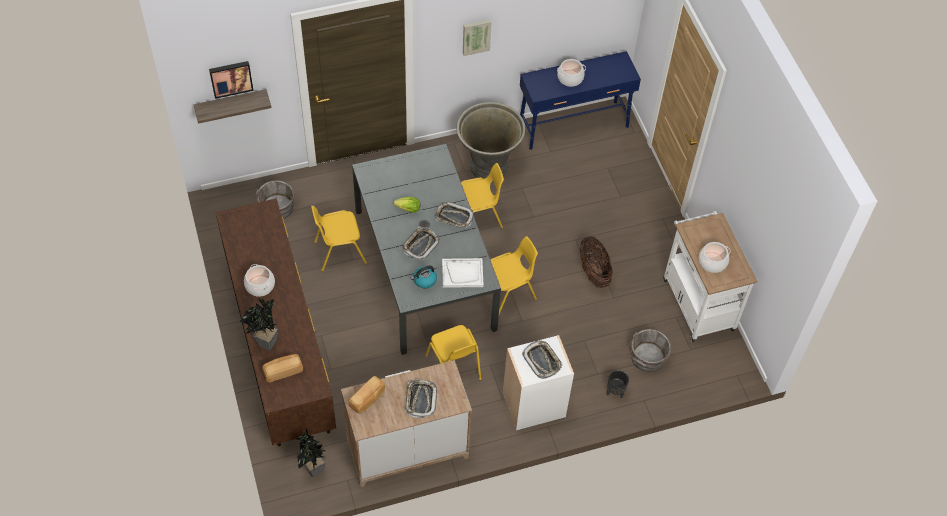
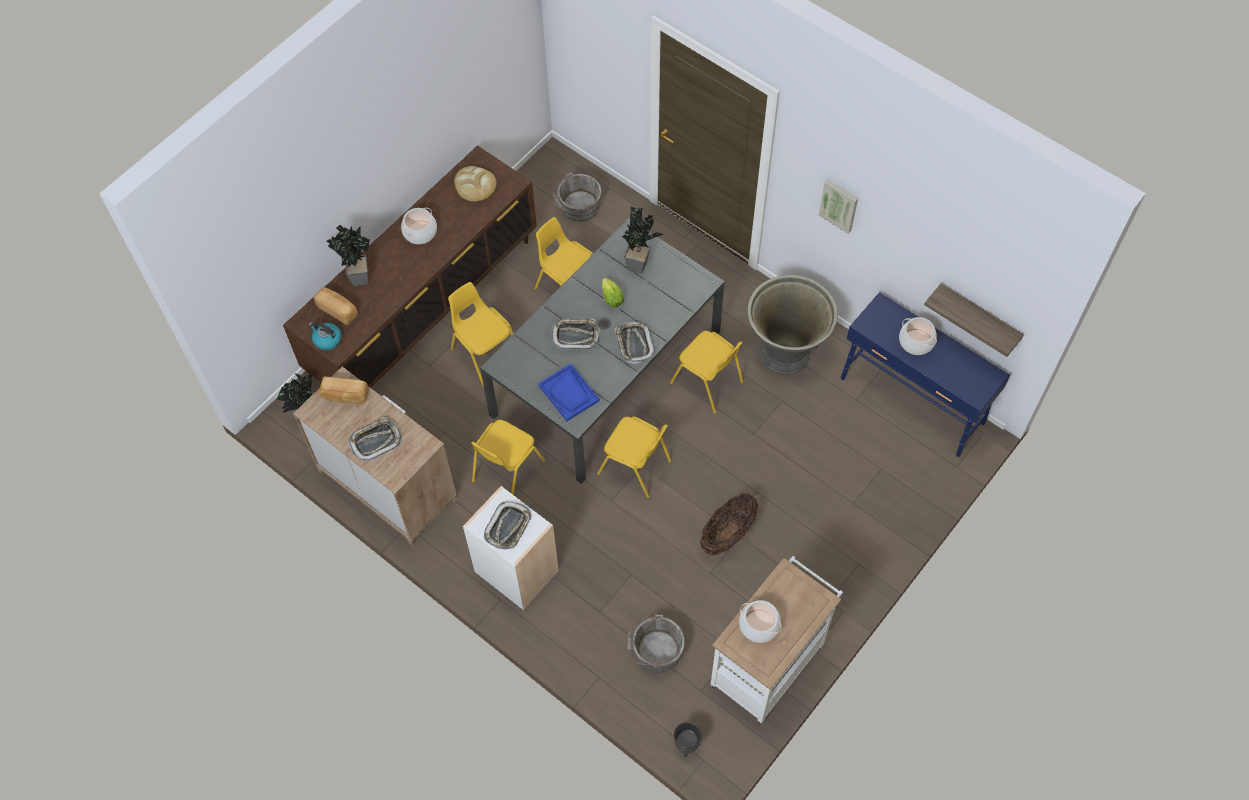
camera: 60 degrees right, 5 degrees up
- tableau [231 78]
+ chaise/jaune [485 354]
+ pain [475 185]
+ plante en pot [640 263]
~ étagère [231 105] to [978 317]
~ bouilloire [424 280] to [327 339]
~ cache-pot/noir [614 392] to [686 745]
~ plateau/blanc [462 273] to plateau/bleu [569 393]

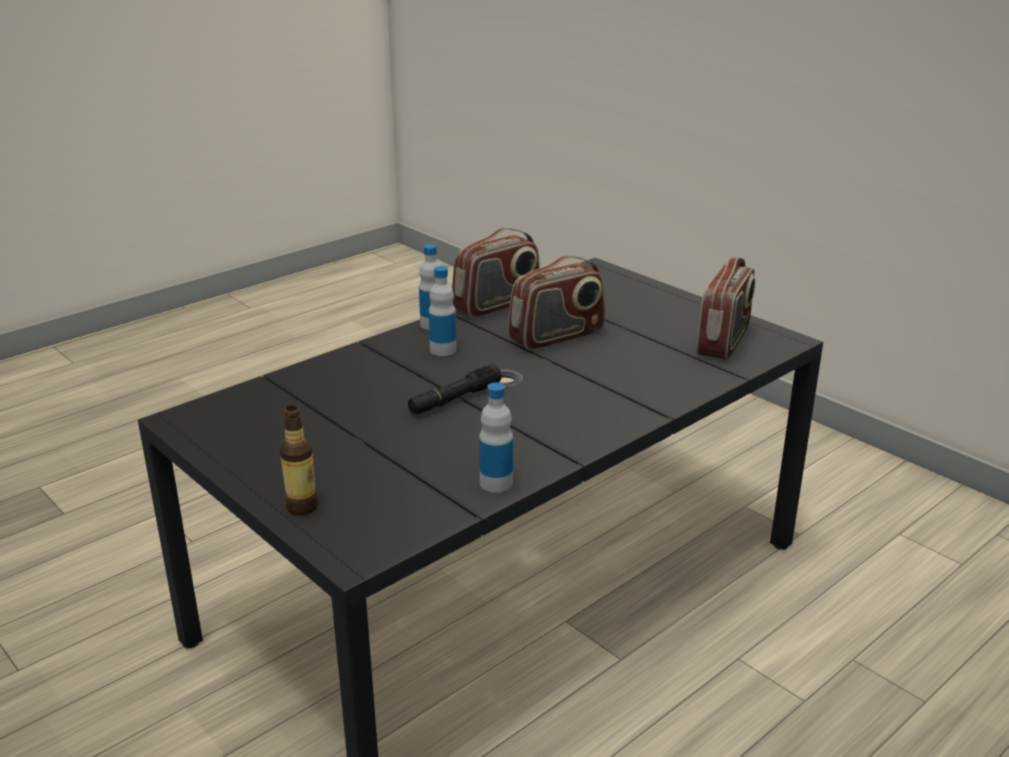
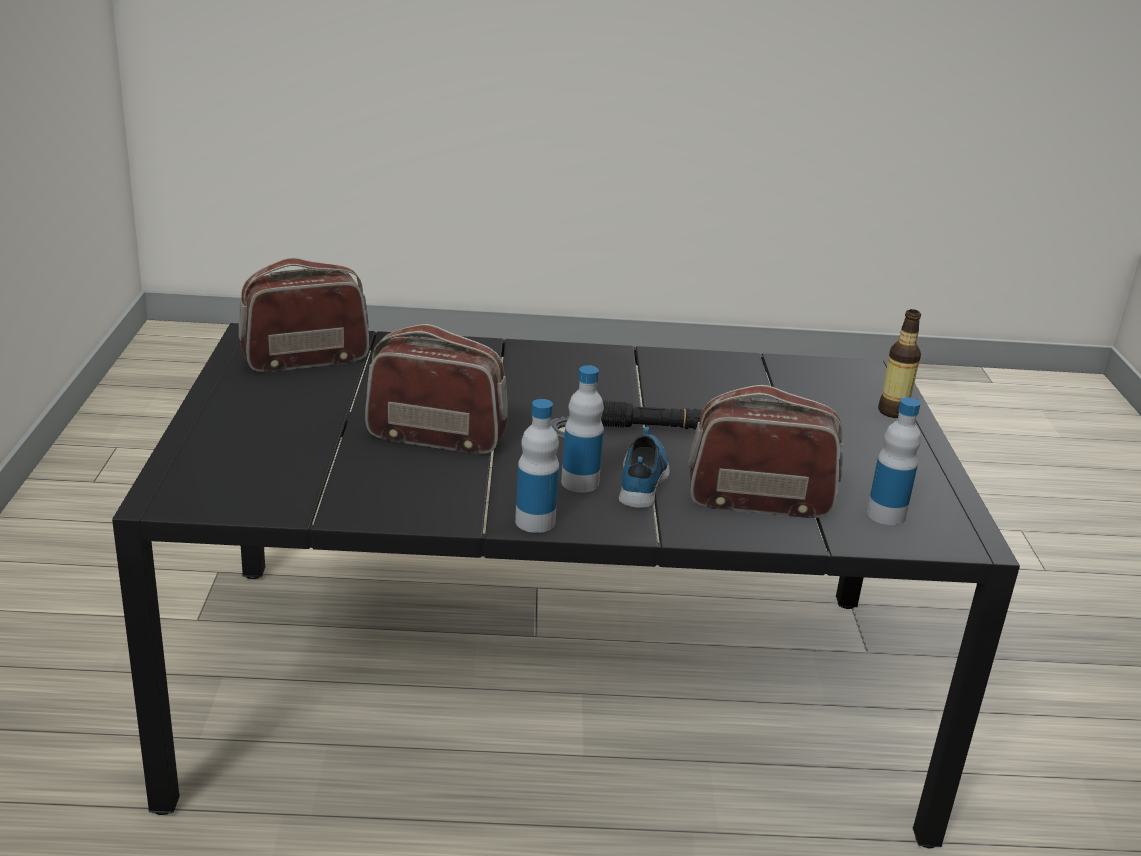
camera: 140 degrees left, 0 degrees up
+ chaussure [644 478]
~ radio [497 305] to [759 501]
~ bouteille [496 483] to [886 515]

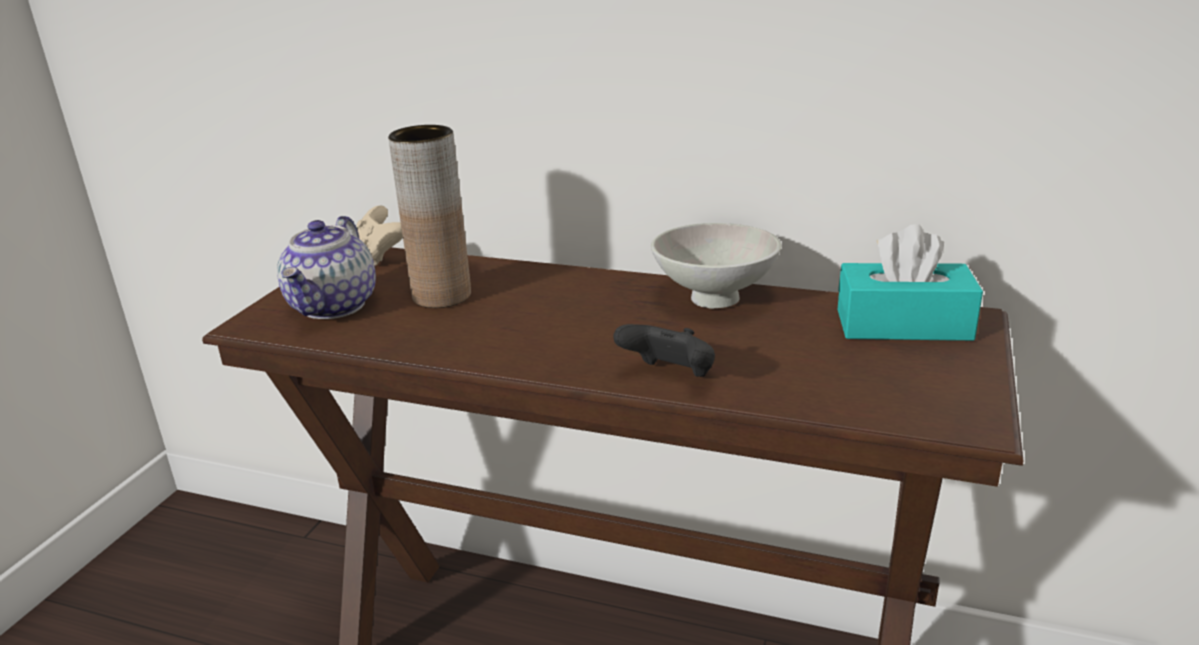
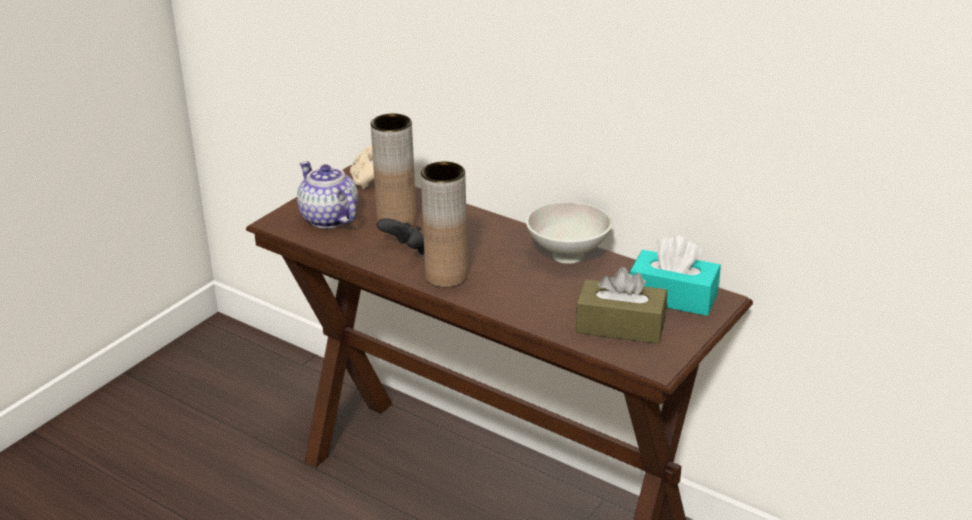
camera: 15 degrees right, 5 degrees up
+ vase/marron [446 276]
+ boîte à mouchoirs/marron [620 326]
~ manette/noir [669 377] to [407 251]
~ théière [334 306] = [328 218] 120 degrees clockwise

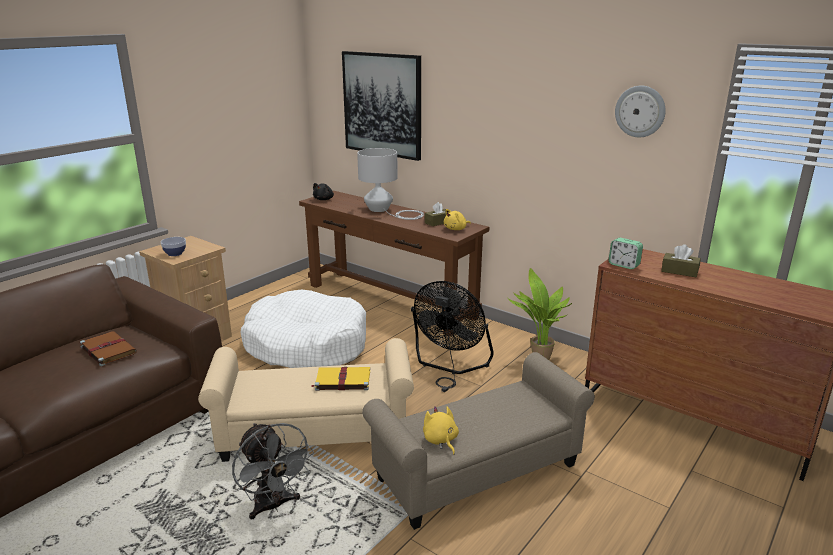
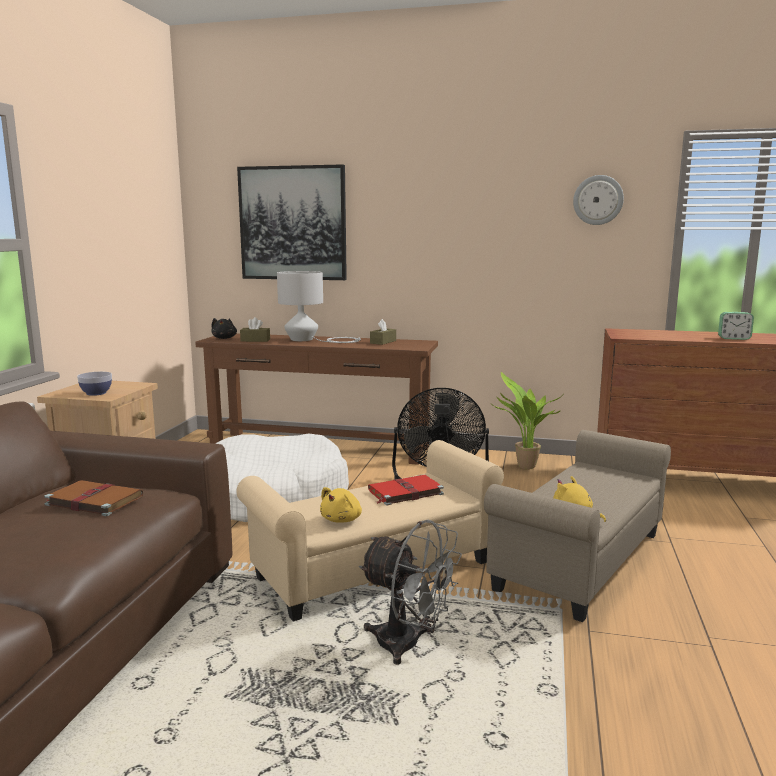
camera: 25 degrees left, 10 degrees down
~ peluche/jaune [456 229] to [342 519]
~ réveil [624 265] to [734 338]
~ boîte à mouchoirs/marron [679 271] to [255 340]
~ livre/jaune [342 380] to livre/rouge [404 492]

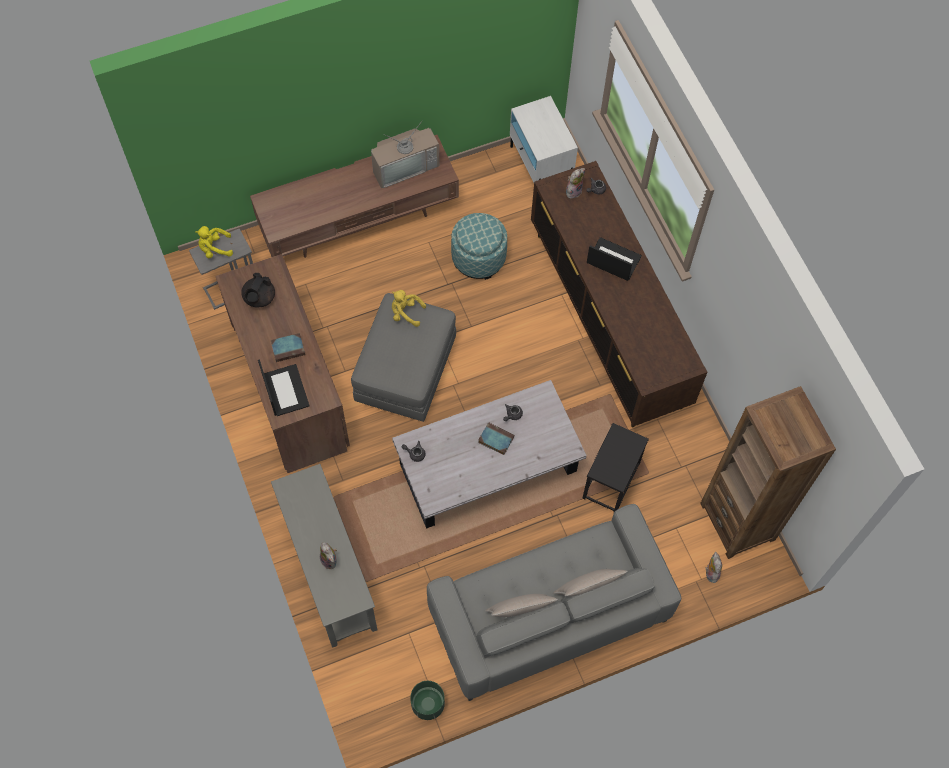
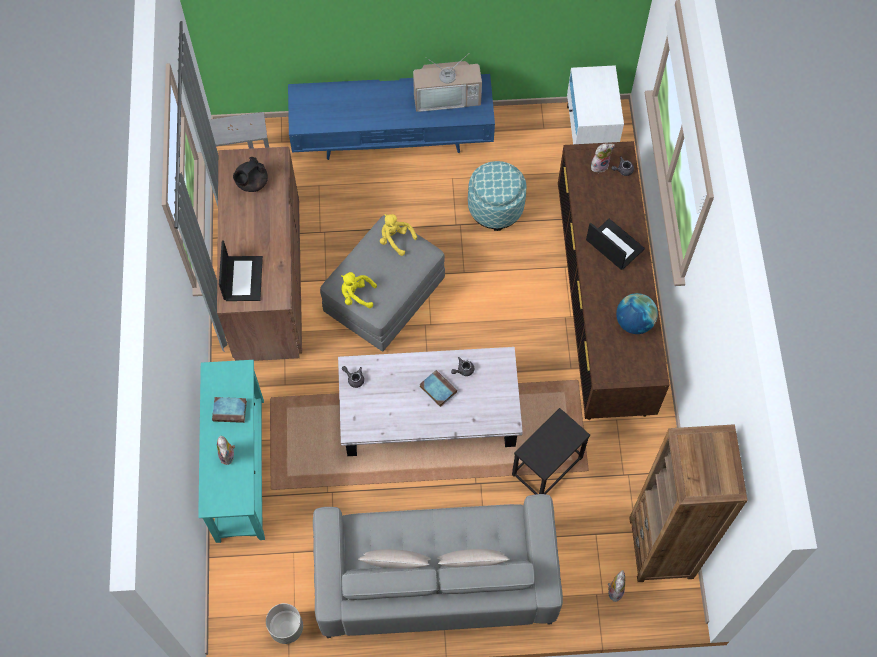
camera: 20 degrees right, 0 degrees up
+ globe [634 322]
~ peluche/jaune [214 248] to [356 295]
~ livre [289 348] to [230 410]
~ meuble télé/marron [358 218] to meuble télé/bleu [392 136]
~ table console/gris [329 572] to table console/turquoise [240 469]
~ cache-pot/vert [427 704] to cache-pot/gris [286 628]

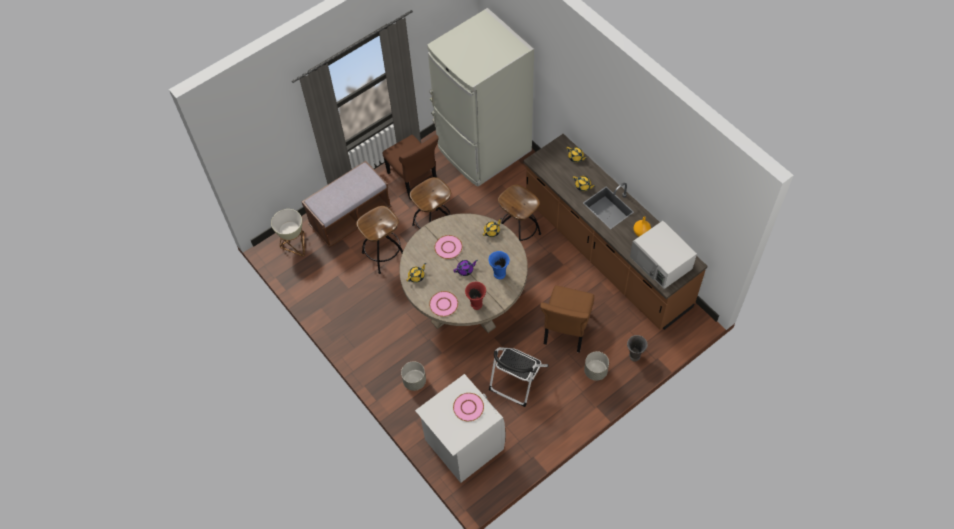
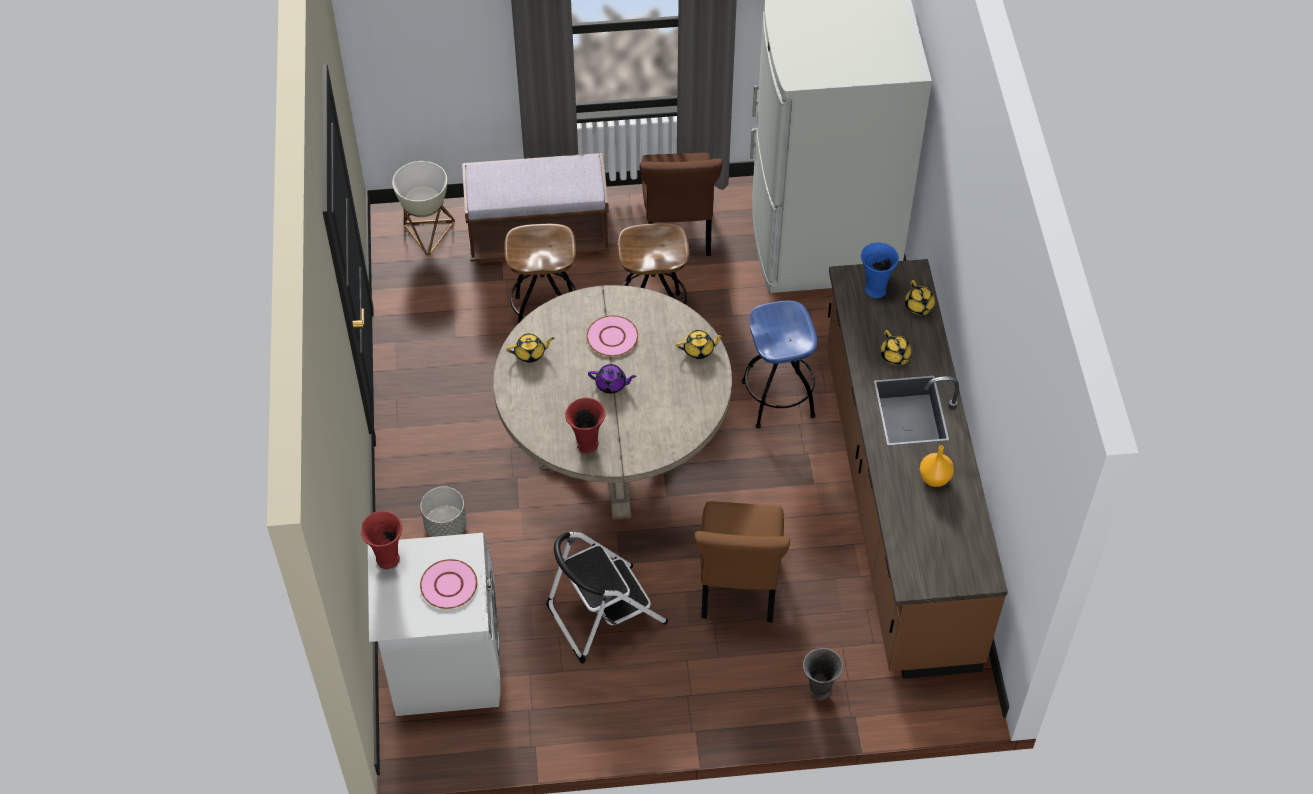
camera: 30 degrees right, 5 degrees down
- assiette/rose [444 304]
- cache-pot/gris [595 371]
- micro-ondes/blanc [661 262]
+ vase/rouge [387 558]
~ vase/bleu [499 274] to [874 289]
~ tabouret/marron [519 234] to tabouret/bleu [778 399]
~ chaise/marron [566 330] = [738 586] 45 degrees counterclockwise

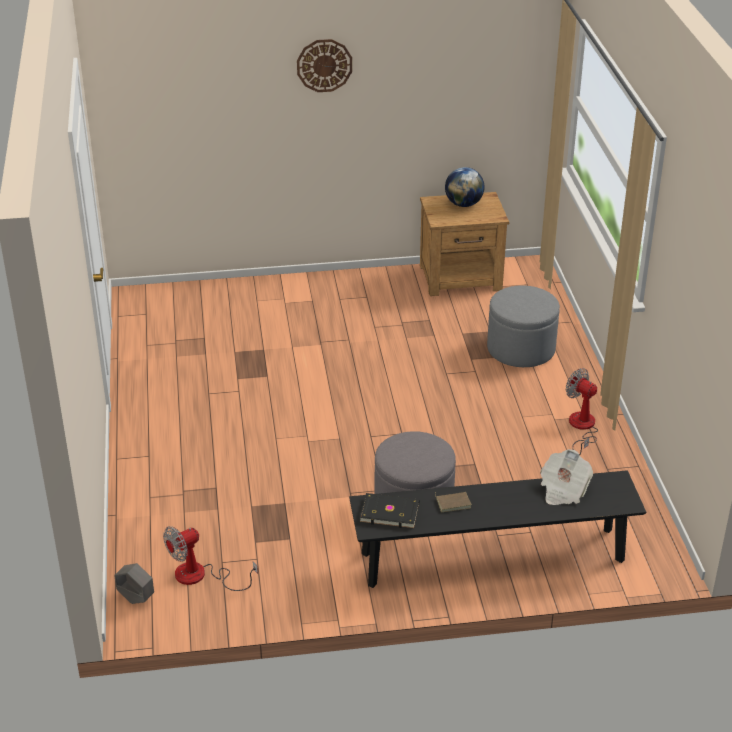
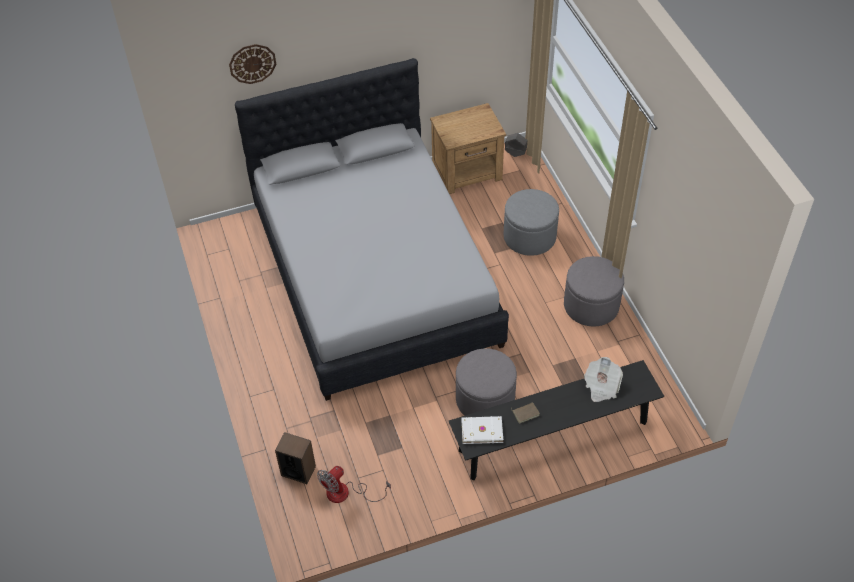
camera: 10 degrees left, 15 degrees up
- globe [463 204]
+ lit/gris [375 275]
+ enceinte [298 470]
~ cache-pot/gris [136 598] to [515 154]
~ horloge murale [324 65] to [252 63]
~ ventilateur [581 427] to pouf/gris [591 305]
~ livre/noir [389 512] to livre/blanc [481 430]

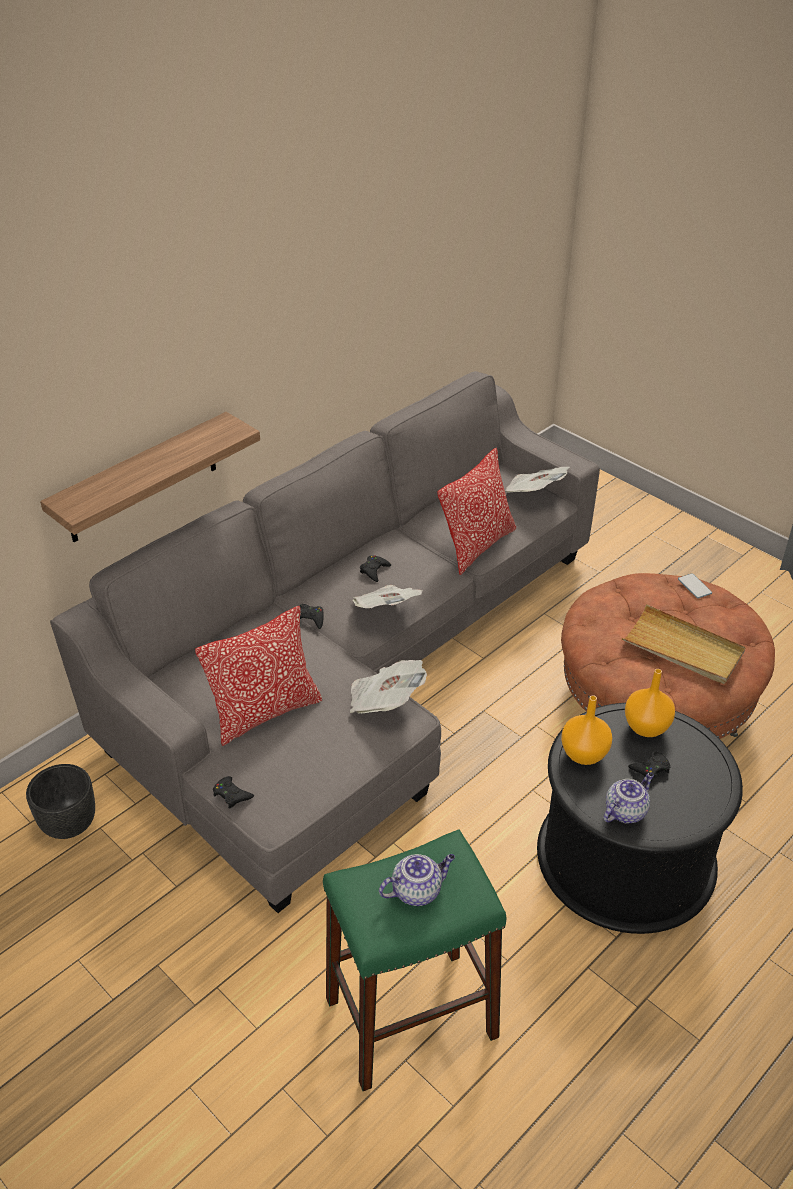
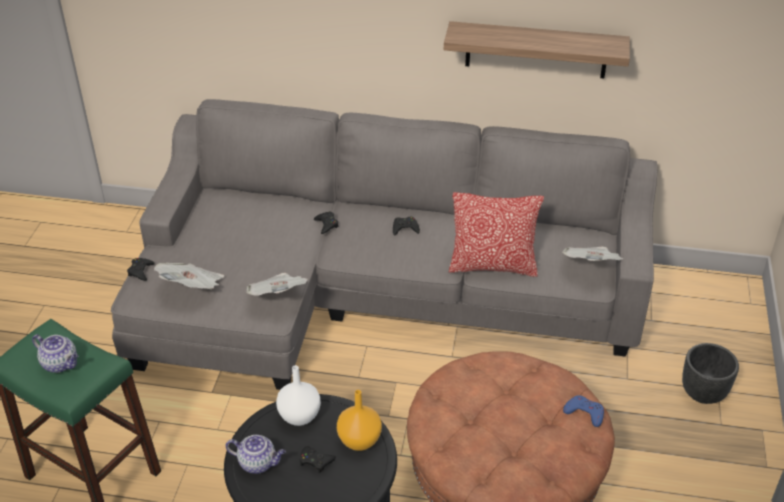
camera: 55 degrees right, 0 degrees up
- coussin [265 712]
- plateau/beige [683 648]
~ cache-pot/noir [69 825] to [702 393]
~ étagère [142 479] to [536 50]
~ journal [387 610] to [193 288]
~ téléphone [694 586] to manette/bleu [584 413]
~ vase/orange [583 755] to vase/blanc [298 416]

